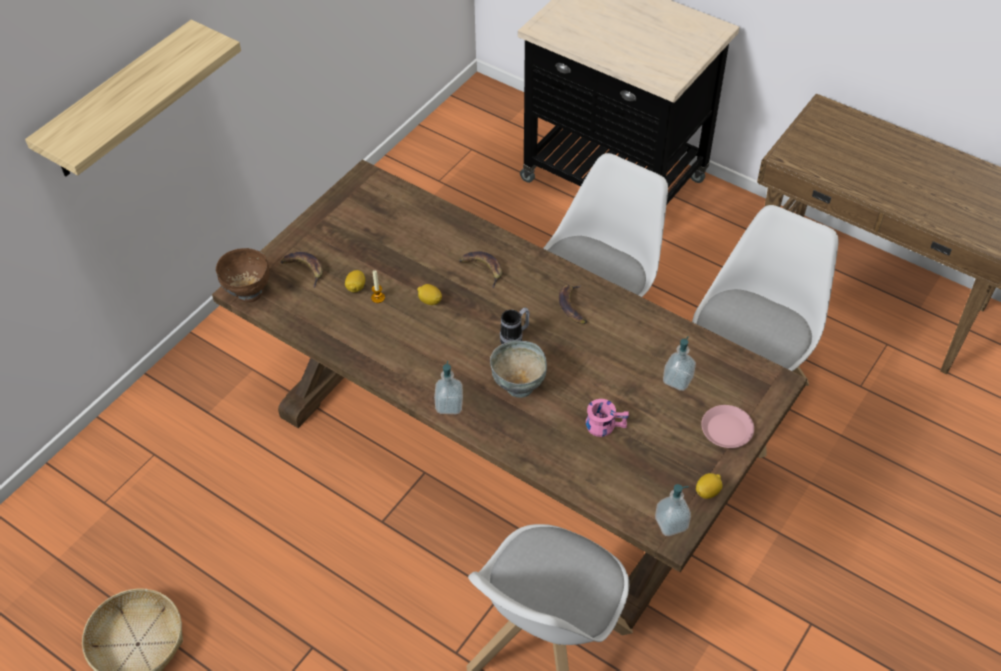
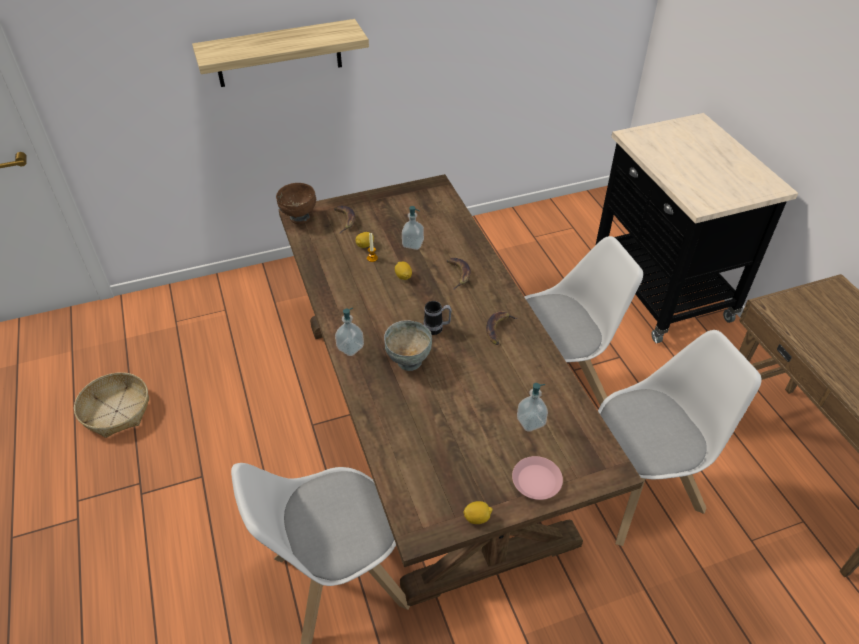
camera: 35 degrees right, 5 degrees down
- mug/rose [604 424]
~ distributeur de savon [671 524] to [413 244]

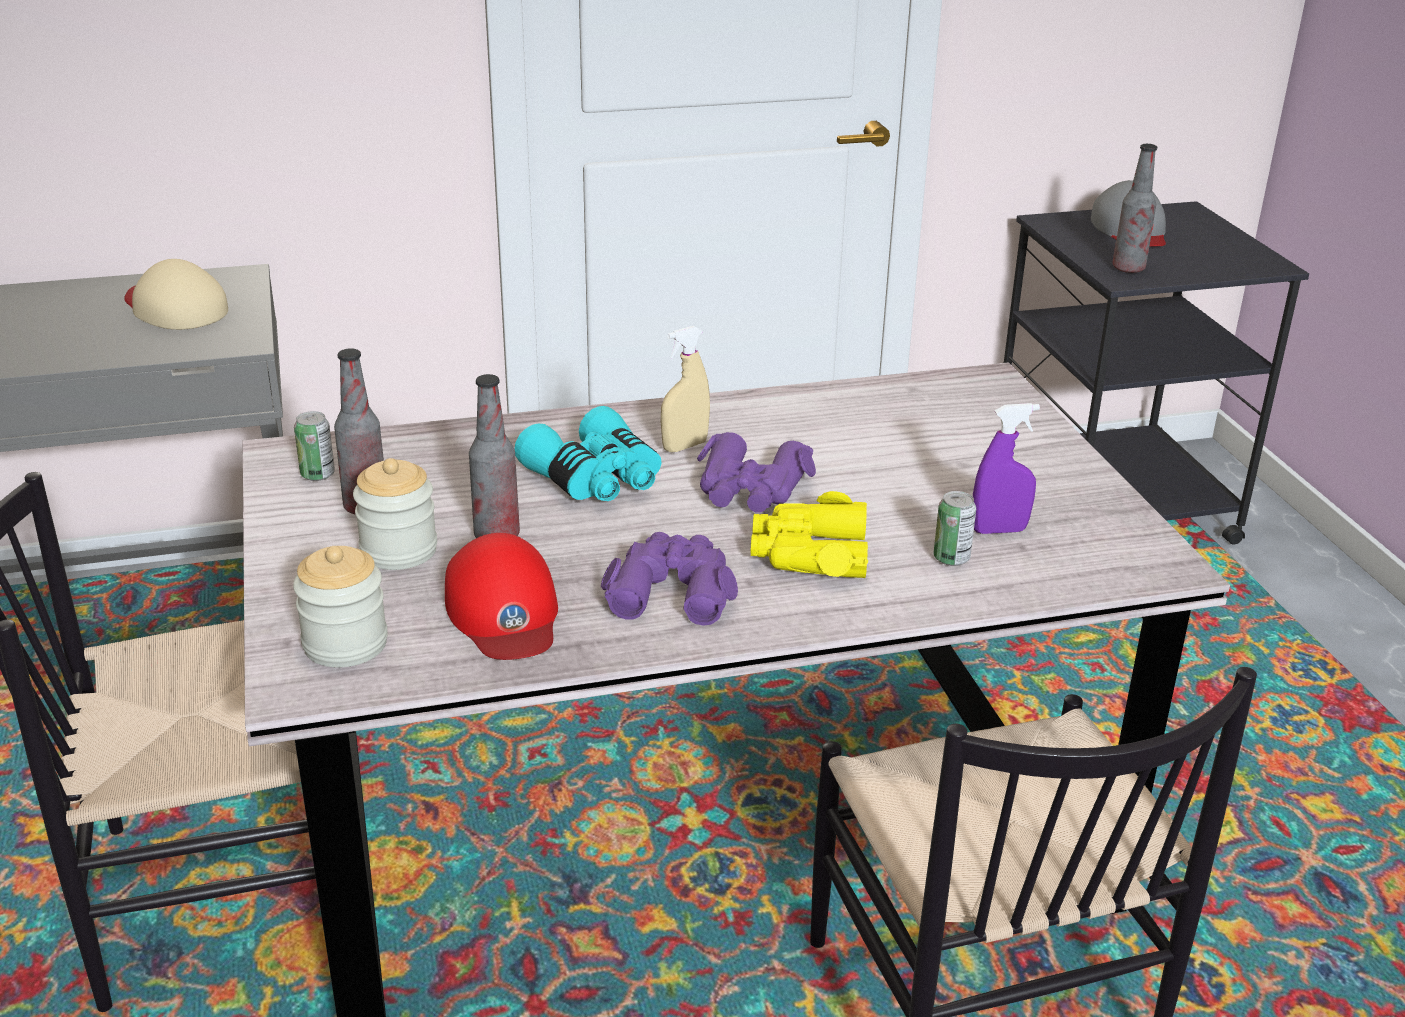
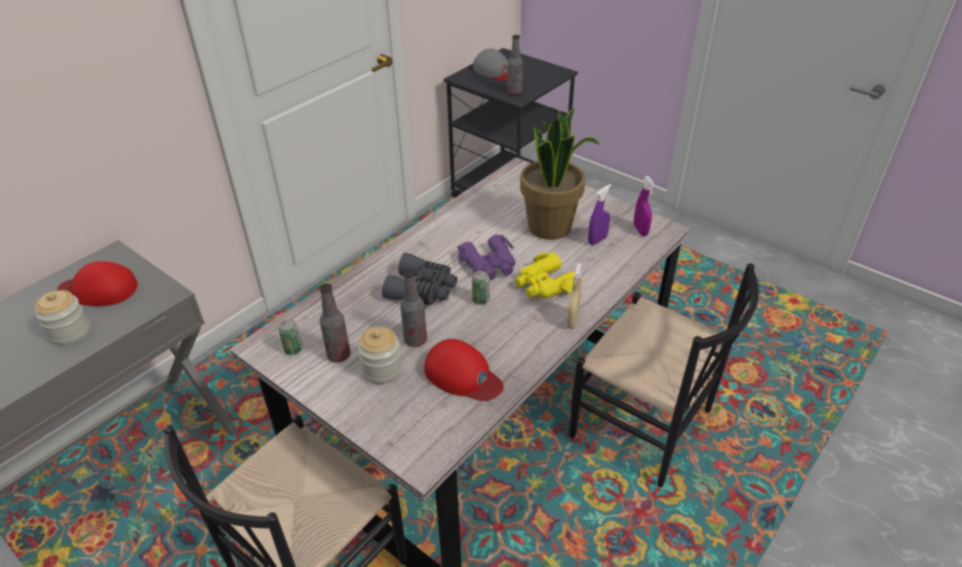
camera: 35 degrees left, 10 degrees up
- jumelles/violet [671 590]
+ plante en pot [550 227]
+ vaporisateur/violet [640 230]
~ bocal [345 644] to [70 333]
~ vaporisateur/beige [684 446] to [572 321]
~ boîte métallique [951 558] to [481 300]
~ casquette/beige [174 308] to casquette/rouge [99 290]
~ jumelles/turquoise [596 479] to jumelles/gris [422 290]

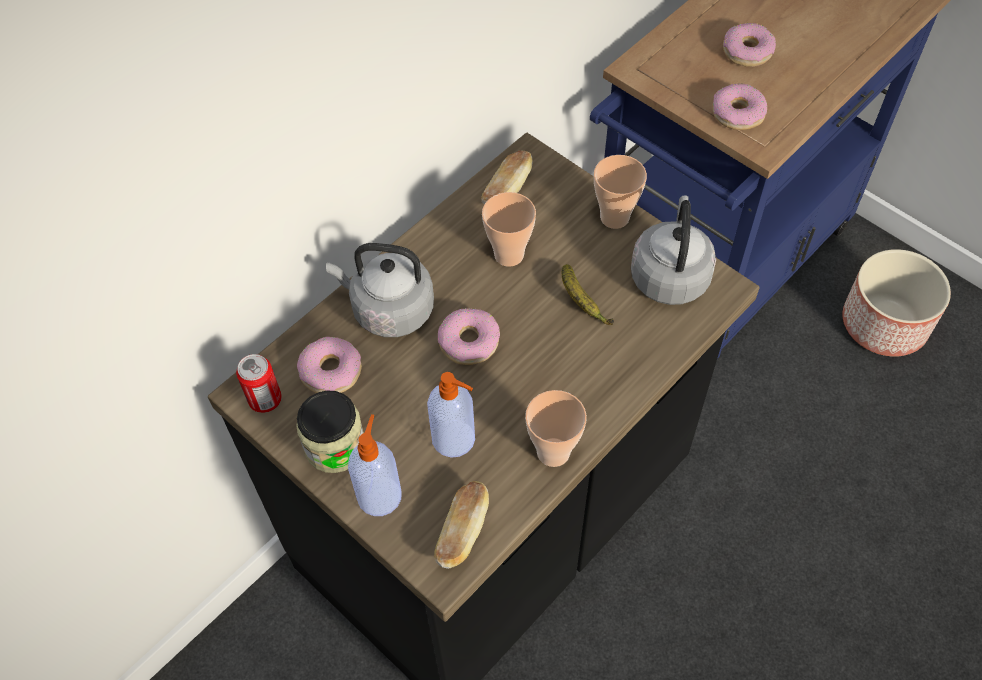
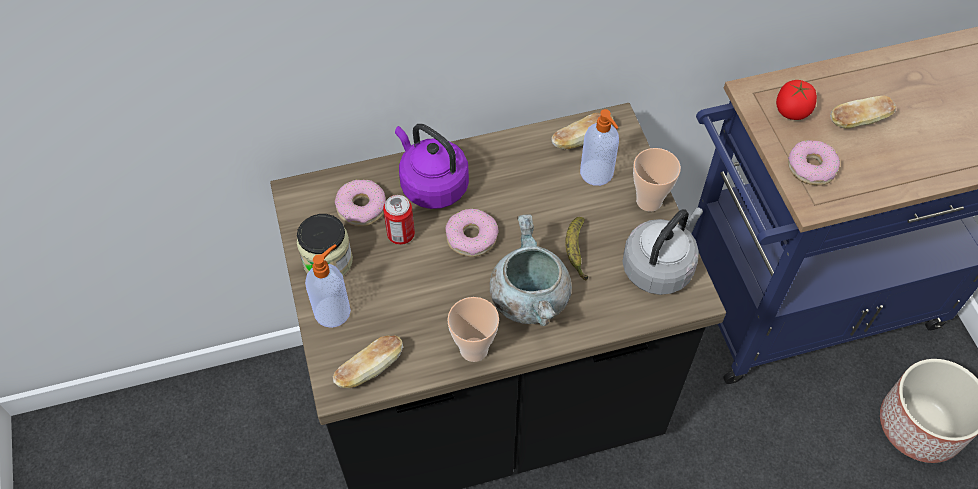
camera: 30 degrees right, 0 degrees up
- tasse [509 255]
+ marmite/gris [529 298]
+ tomate [792 111]
~ boîte métallique [265 400] to [401 234]
~ distributeur de savon [455 439] to [597 173]
~ beignet [747 51] to pain [858 121]
~ bouilloire/gris [389 310] to bouilloire/violet [431 184]

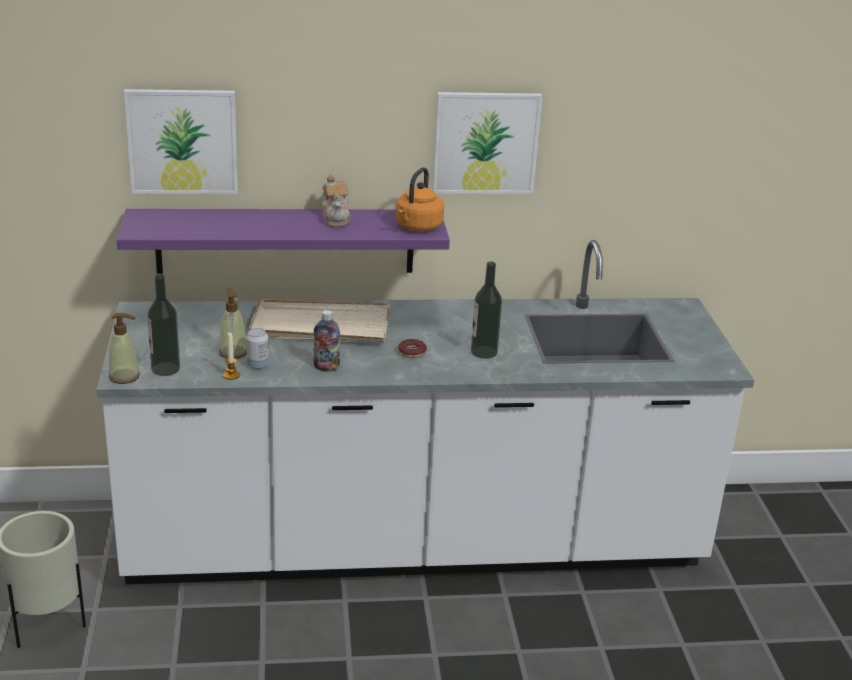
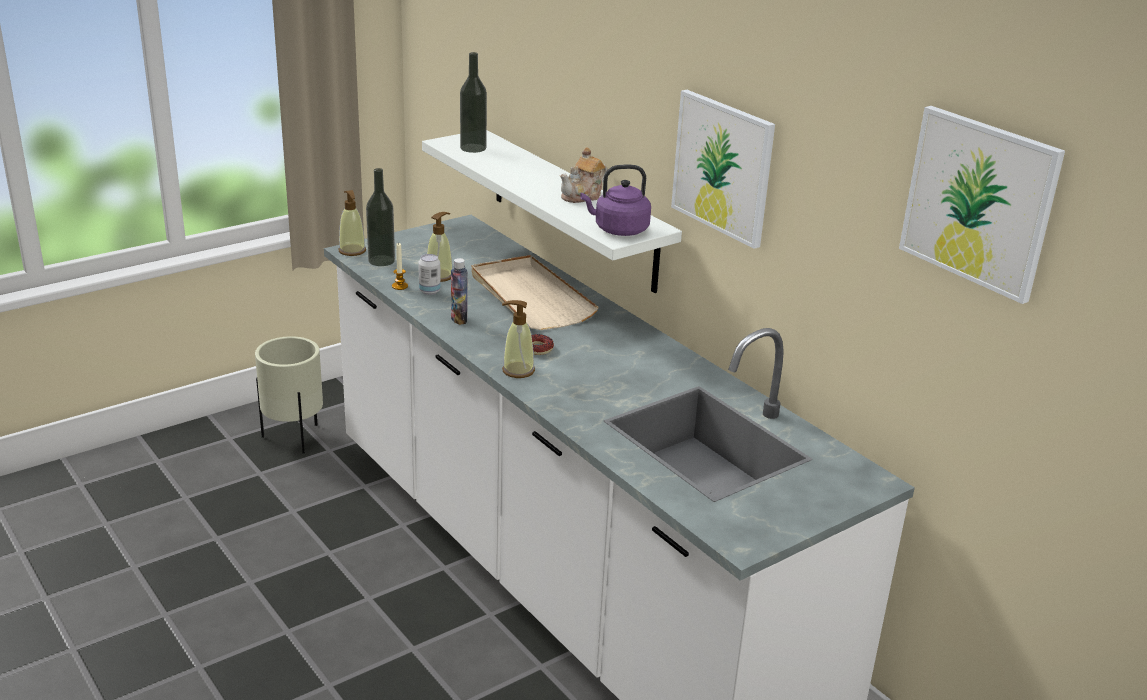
camera: 60 degrees right, 0 degrees up
+ distributeur de savon [518 371]
~ tableau [182 141] to [979 202]
~ bouteille [484 352] to [473 148]
~ étagère/violet [285 241] to étagère/blanc [573 209]
~ bouilloire/orange [417 227] to bouilloire/violet [618 230]

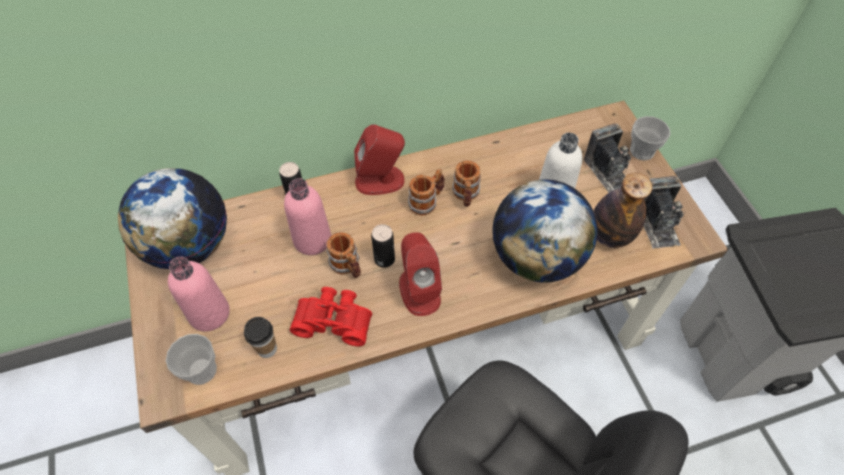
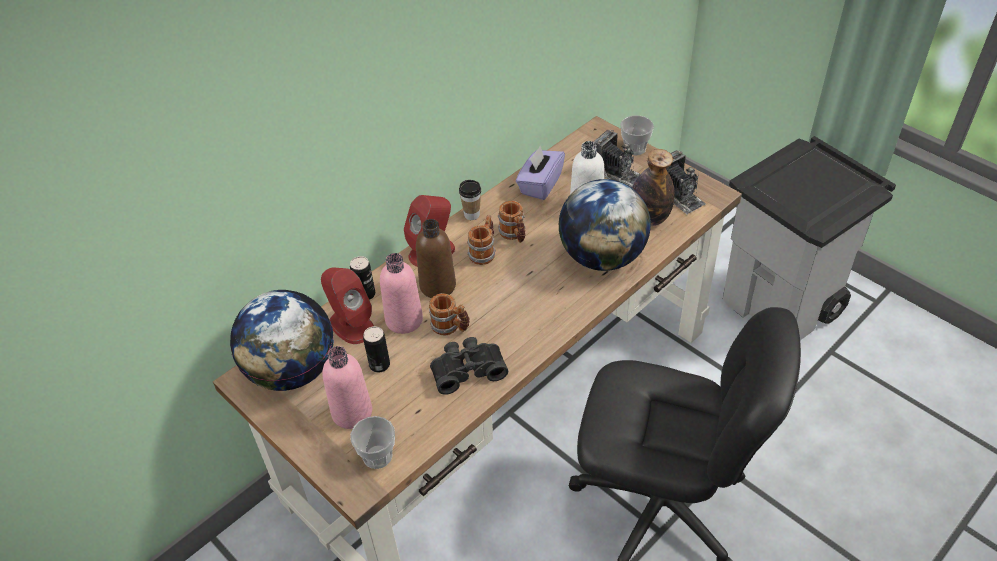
camera: 25 degrees left, 10 degrees down
+ bouteille/marron [437 286]
+ boîte à mouchoirs/violet [540 185]
~ tasse [267 349] to [472 215]
~ boîte métallique [384 259] to [379 365]
~ enceinte/rouge [419 290] to [351 325]
~ jumelles/rouge [334 319] to jumelles/noir [467 369]

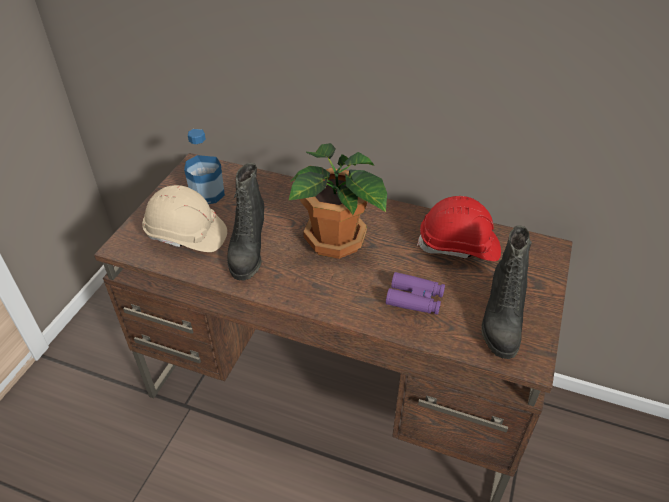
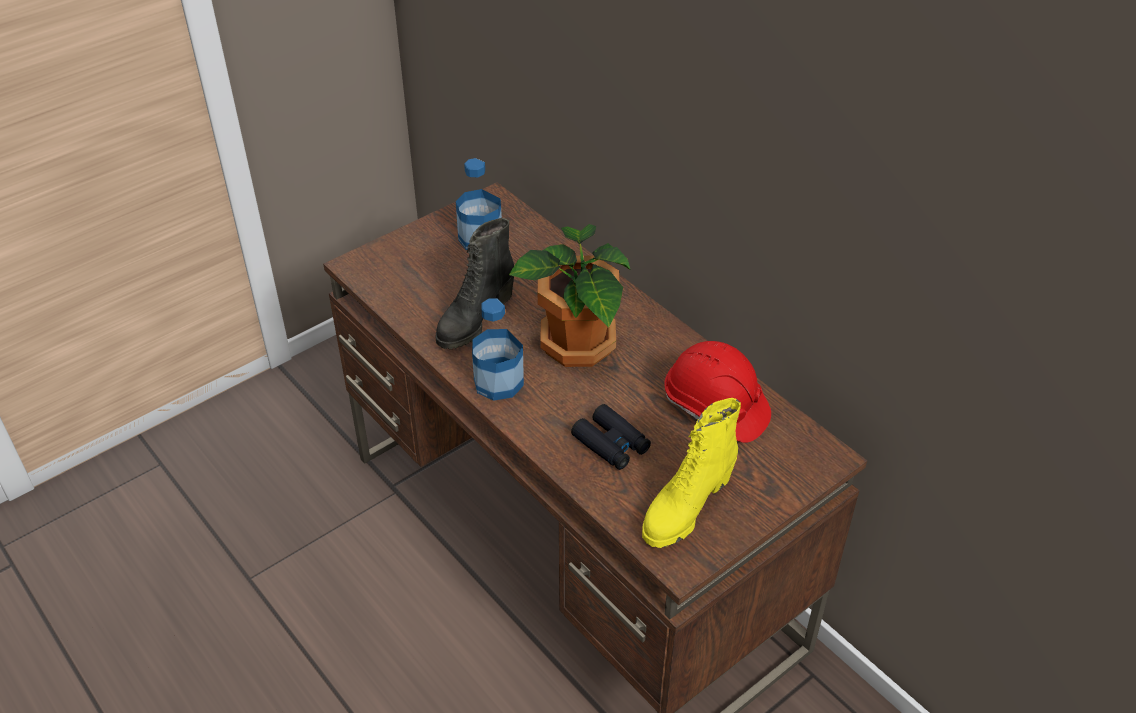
camera: 30 degrees right, 0 degrees up
- casque de chantier/beige [186 235]
+ bouteille [498 382]
~ jumelles/violet [415 299] to jumelles/noir [611 444]
~ botte/noir [500 321] to botte/jaune [686 508]

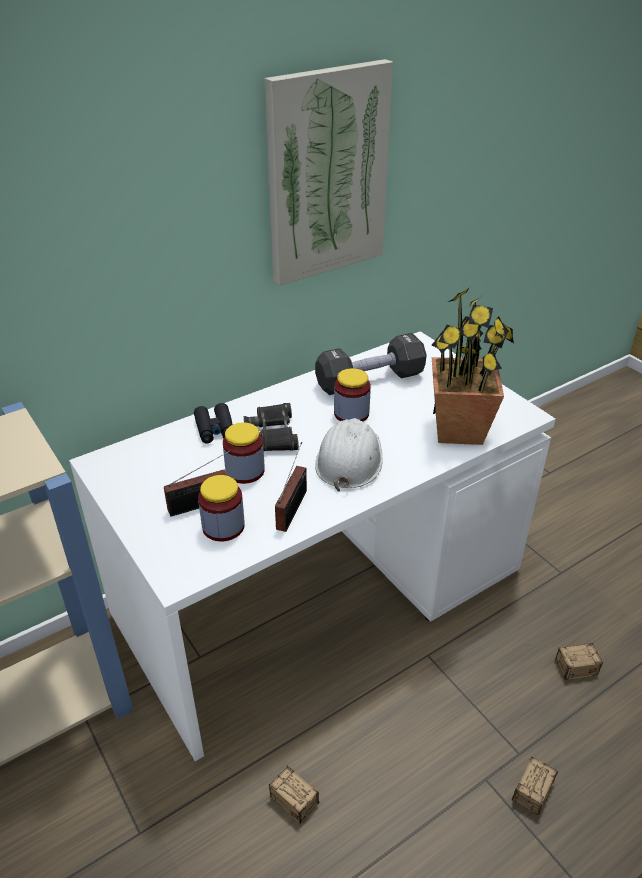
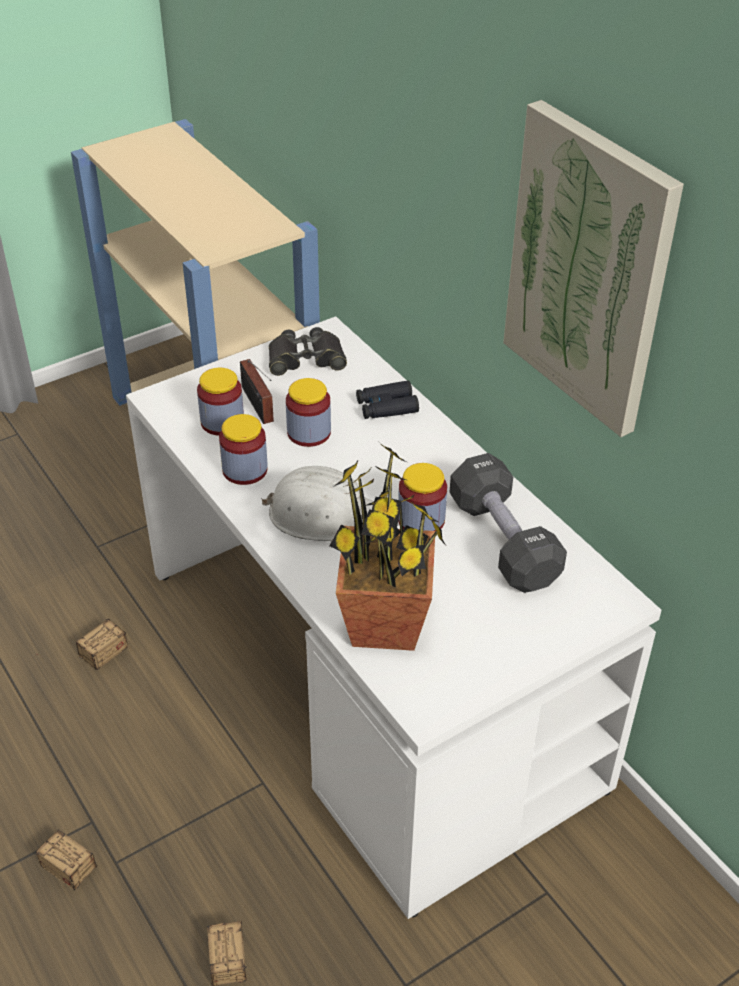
camera: 90 degrees right, 5 degrees up
~ jumelles/noir [273 434] to [306 359]
~ radio [293 507] to bocal [245 470]

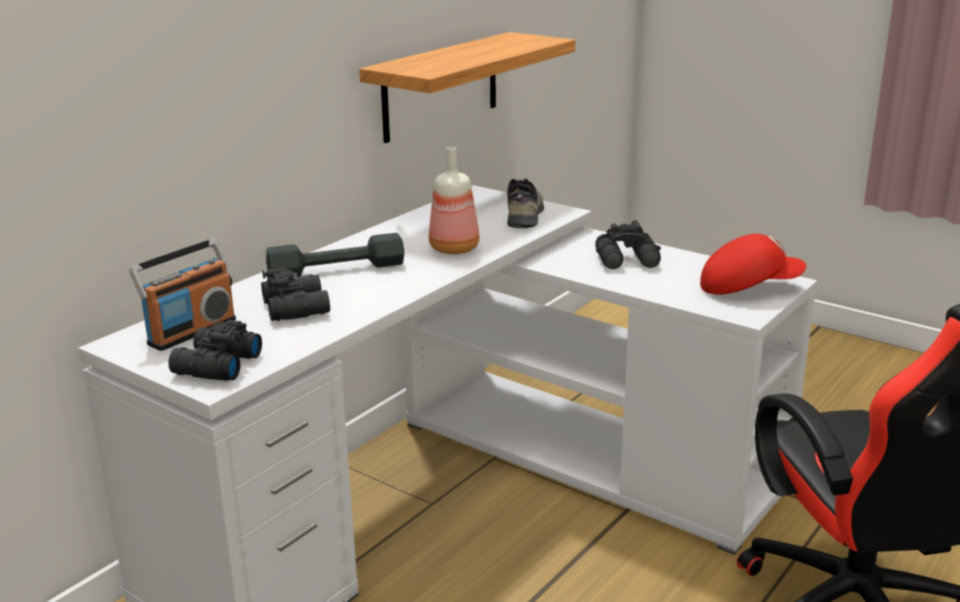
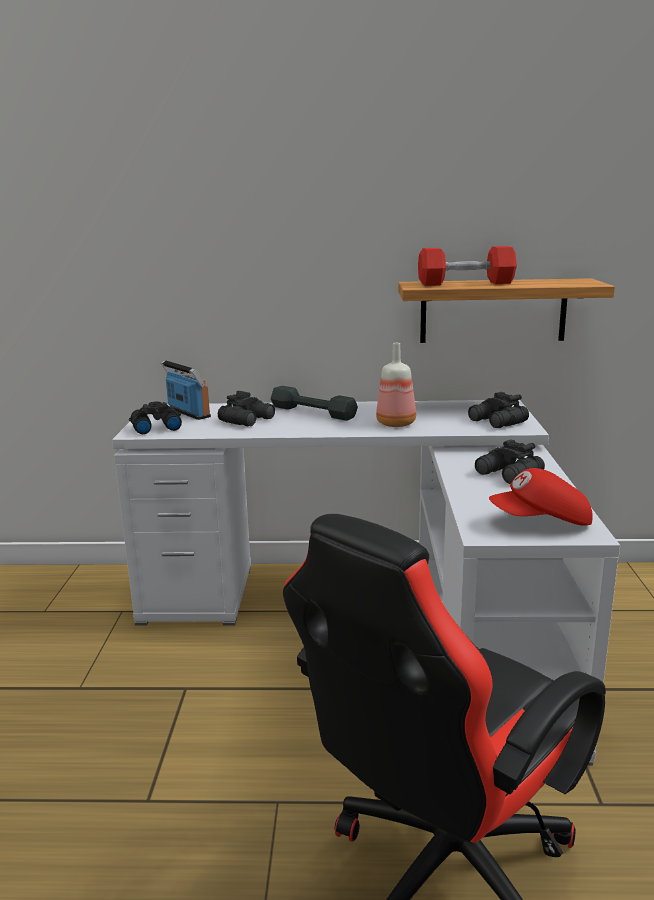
camera: 55 degrees right, 5 degrees down
+ haltère/rouge [465 283]
~ chaussure [525 214] to jumelles/noir [497 422]
~ radio [191 331] = [188 413] 135 degrees counterclockwise
~ casquette/rouge [748 287] = [541 522] 120 degrees clockwise

